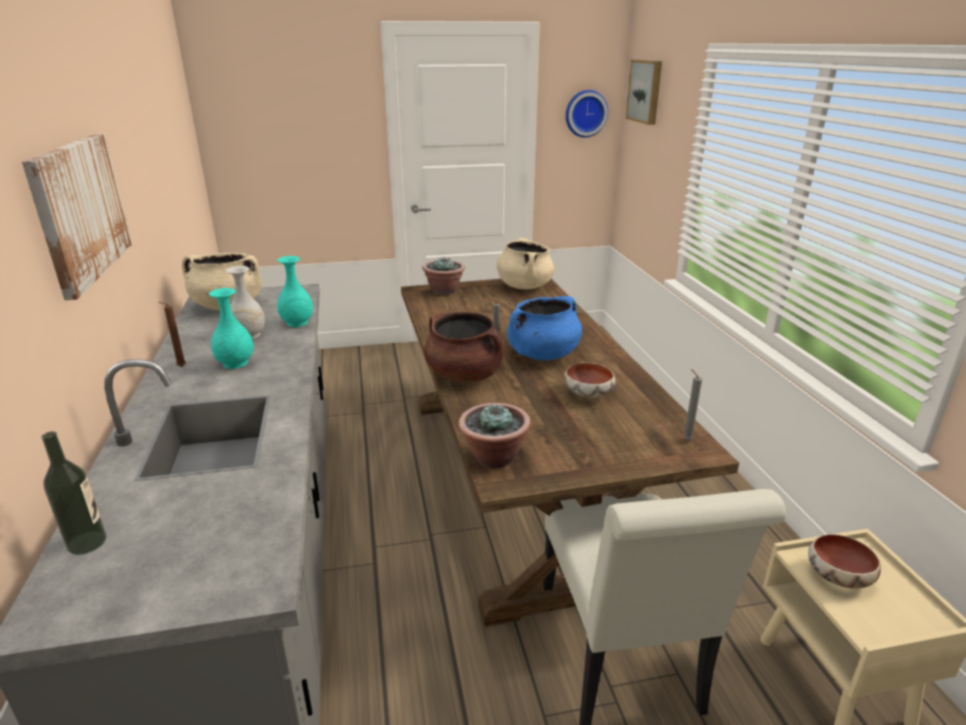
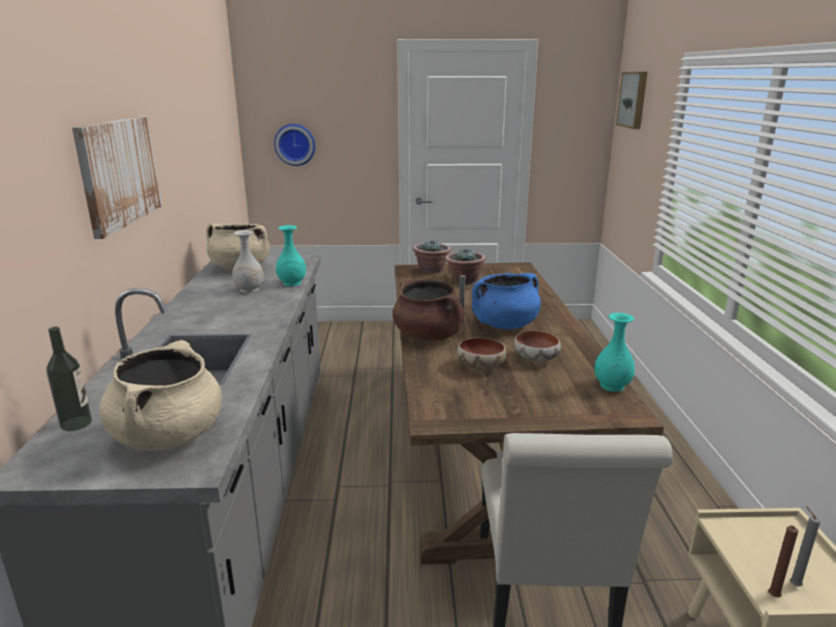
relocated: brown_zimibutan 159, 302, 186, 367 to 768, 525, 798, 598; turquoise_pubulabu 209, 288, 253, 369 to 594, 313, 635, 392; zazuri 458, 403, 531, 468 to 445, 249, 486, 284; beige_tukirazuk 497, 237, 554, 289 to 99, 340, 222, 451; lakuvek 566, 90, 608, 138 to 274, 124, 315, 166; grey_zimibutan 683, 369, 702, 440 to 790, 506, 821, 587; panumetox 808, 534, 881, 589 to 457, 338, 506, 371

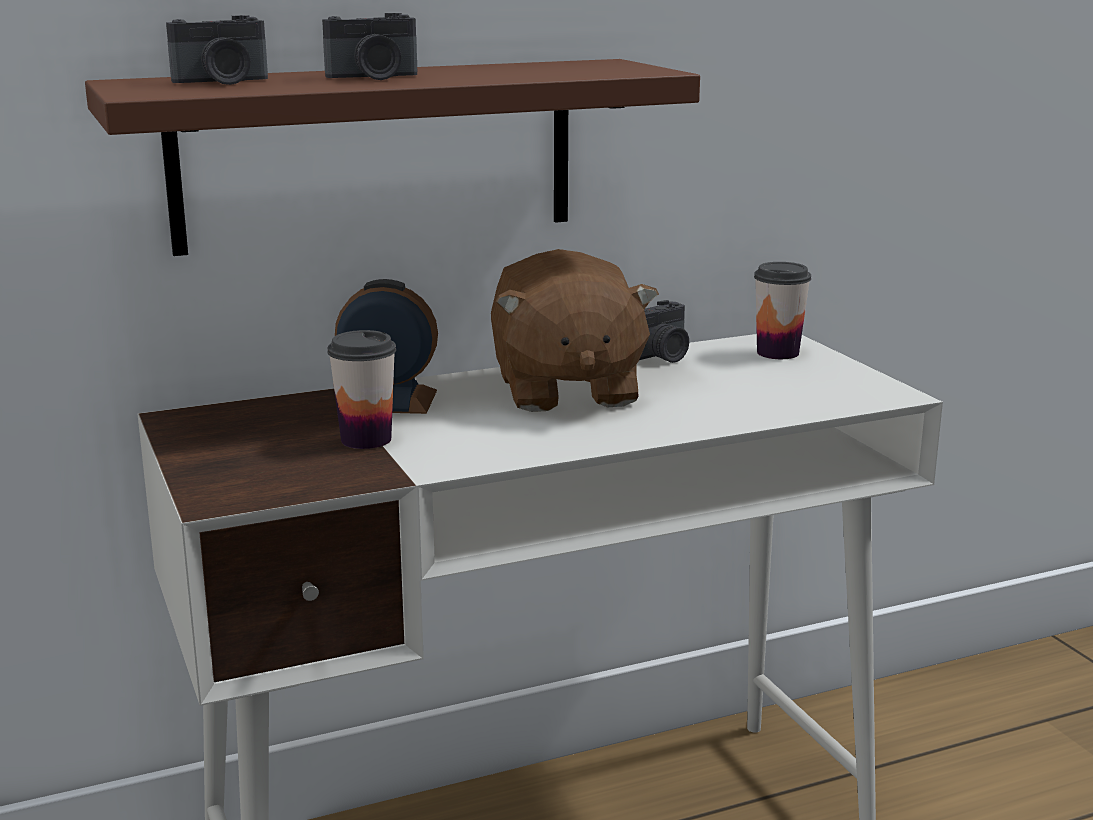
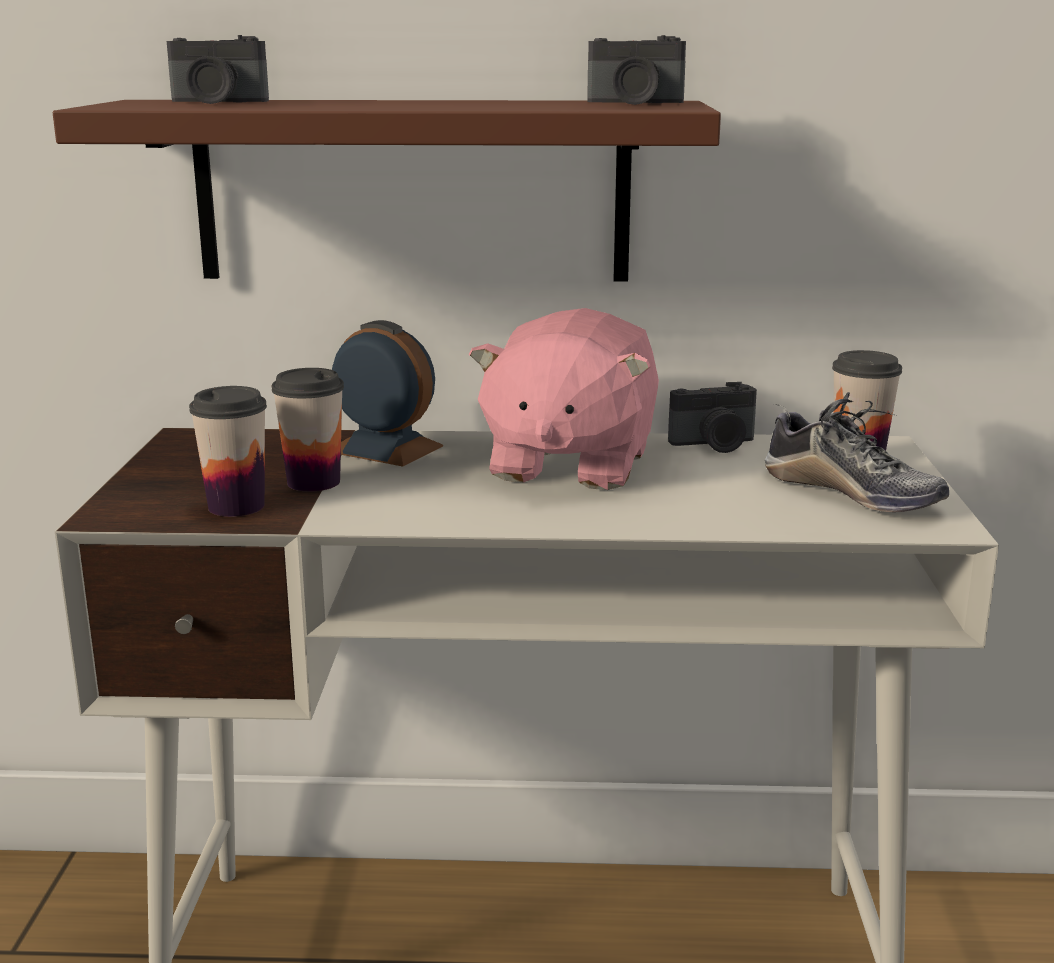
appeared: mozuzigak 189, 386, 267, 517; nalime 765, 392, 949, 512
relocated: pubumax 322, 13, 417, 80 to 587, 35, 686, 105
colour: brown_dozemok 491, 249, 659, 412 to pink_dozemok 469, 308, 659, 490

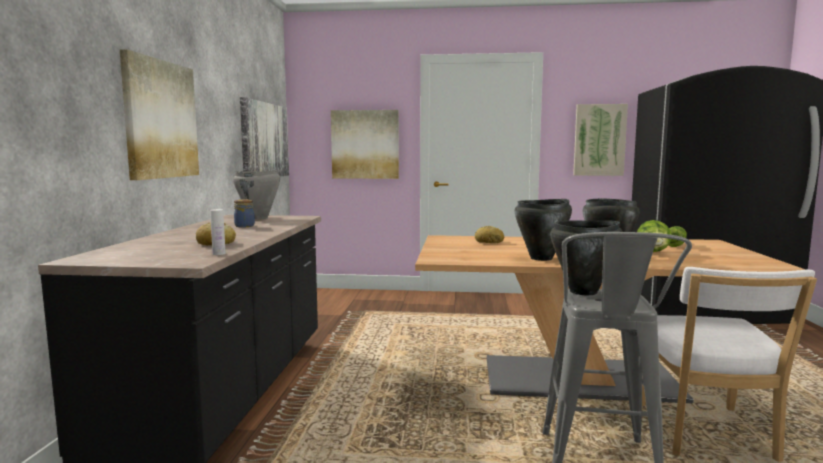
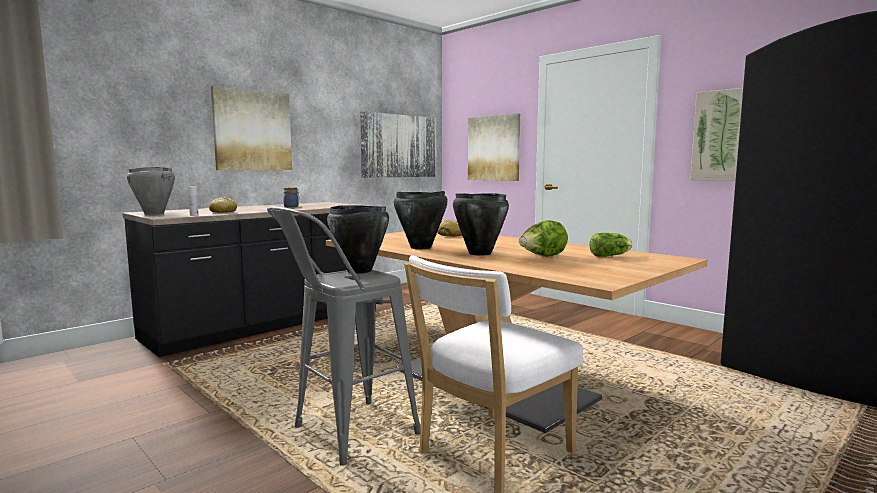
relocated: grey_tukirazuk 233, 170, 280, 219 to 127, 167, 175, 215

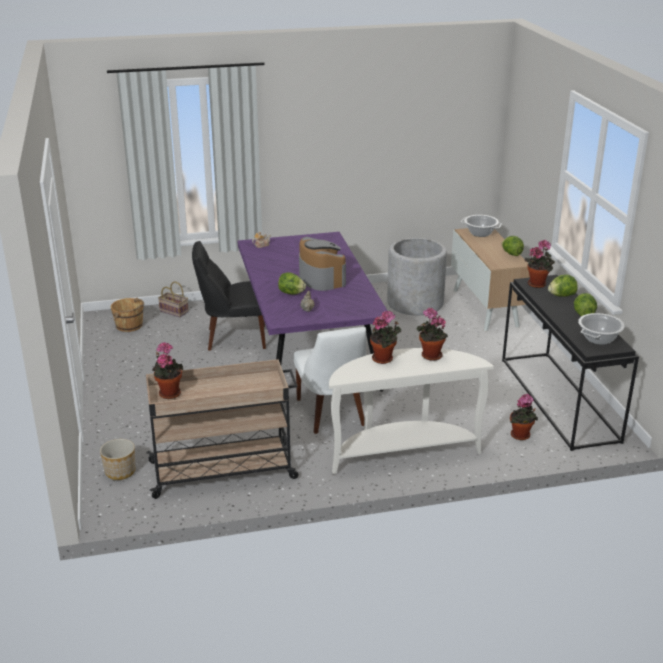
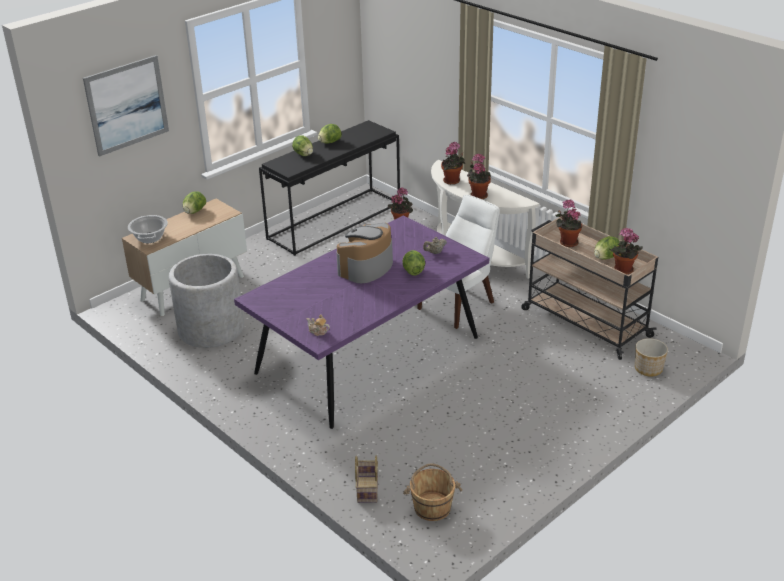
missing: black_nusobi 192, 241, 266, 351; tukirazuk 578, 313, 625, 345
appeared: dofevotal 83, 55, 169, 157; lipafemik 594, 236, 620, 260
relocated: zazuri 525, 240, 555, 288 to 555, 199, 582, 247

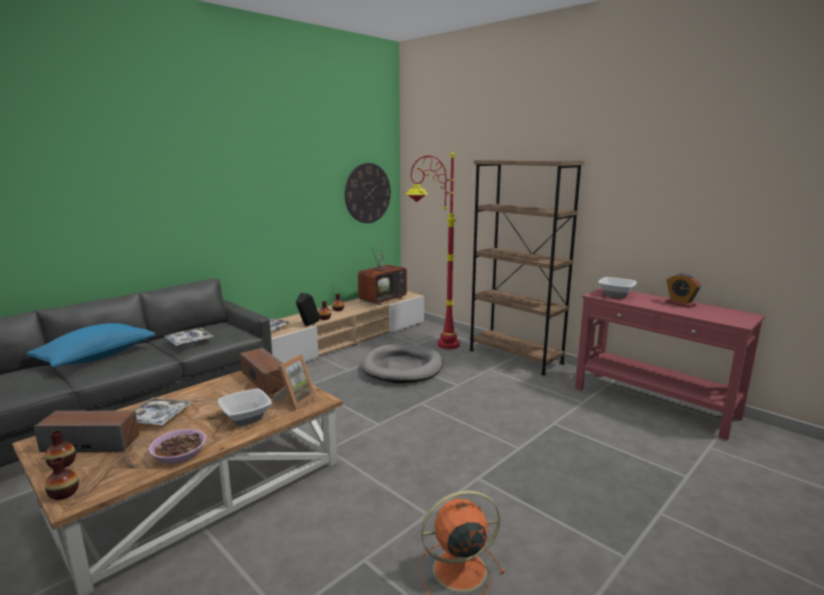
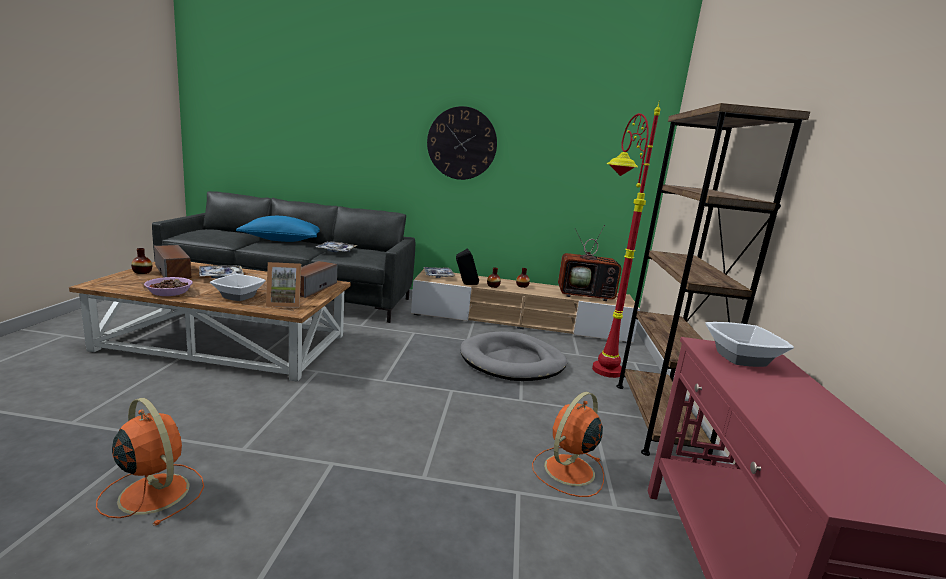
missing: pubulabu 45, 457, 79, 500; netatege 666, 273, 702, 308
appeared: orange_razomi 532, 392, 604, 497
relocated: lakuvek 345, 163, 391, 223 to 427, 106, 497, 180

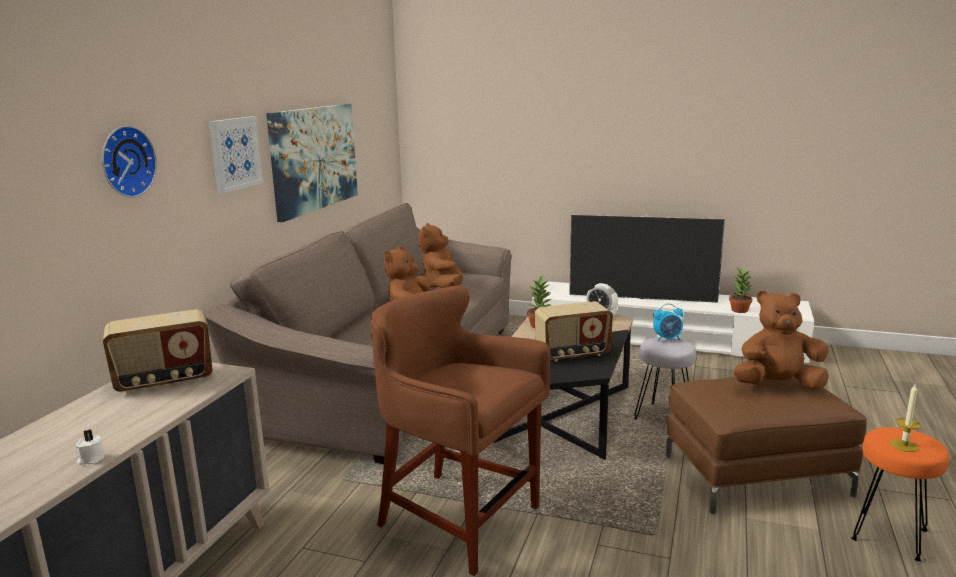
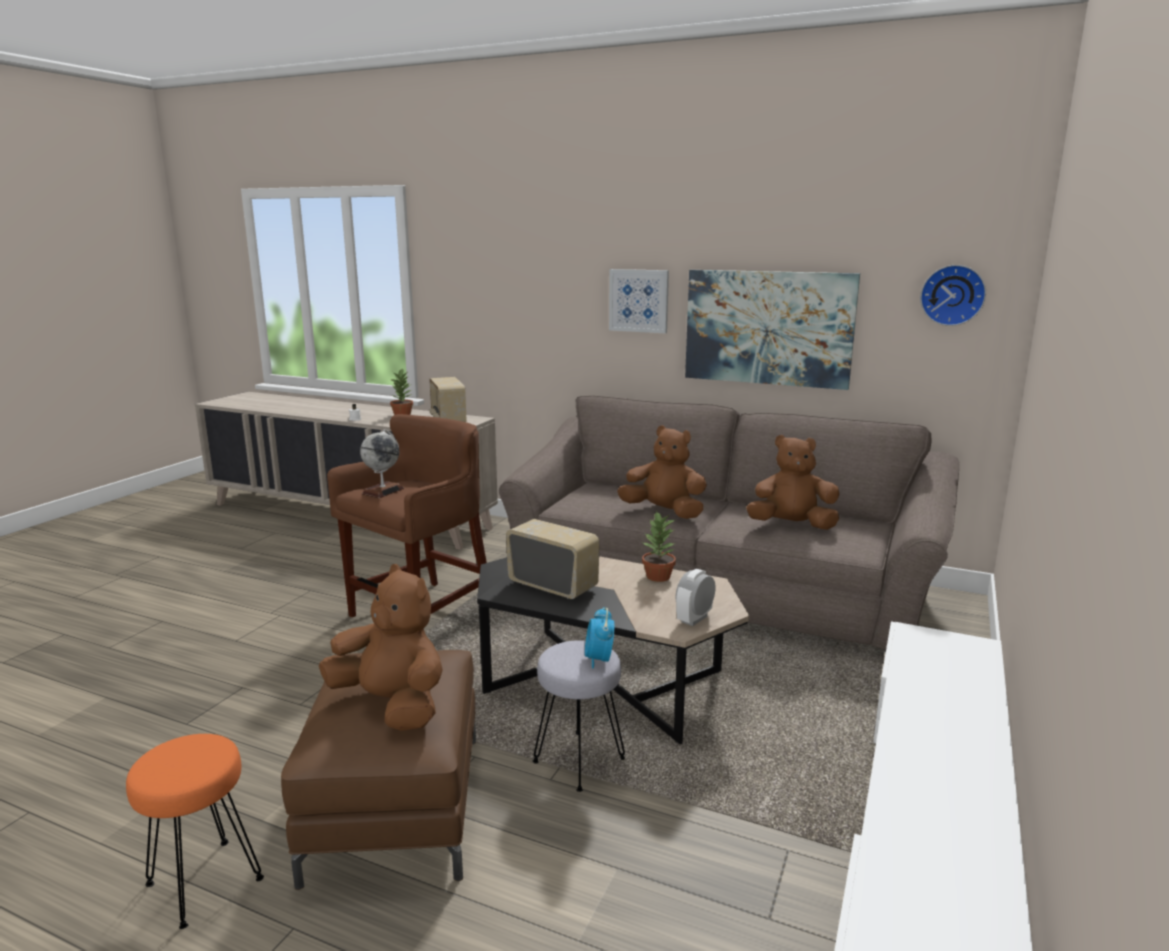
missing: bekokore 569, 215, 725, 303; zimibutan 890, 383, 921, 452
appeared: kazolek 360, 429, 404, 498
relocated: lakuvek 102, 126, 157, 198 to 920, 265, 986, 326; zazuri 729, 268, 753, 313 to 390, 368, 413, 415
spun: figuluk 535, 301, 613, 362 = 506, 519, 600, 599 135 degrees clockwise; brown_dozemok 734, 291, 829, 390 = 319, 564, 443, 731 60 degrees counterclockwise

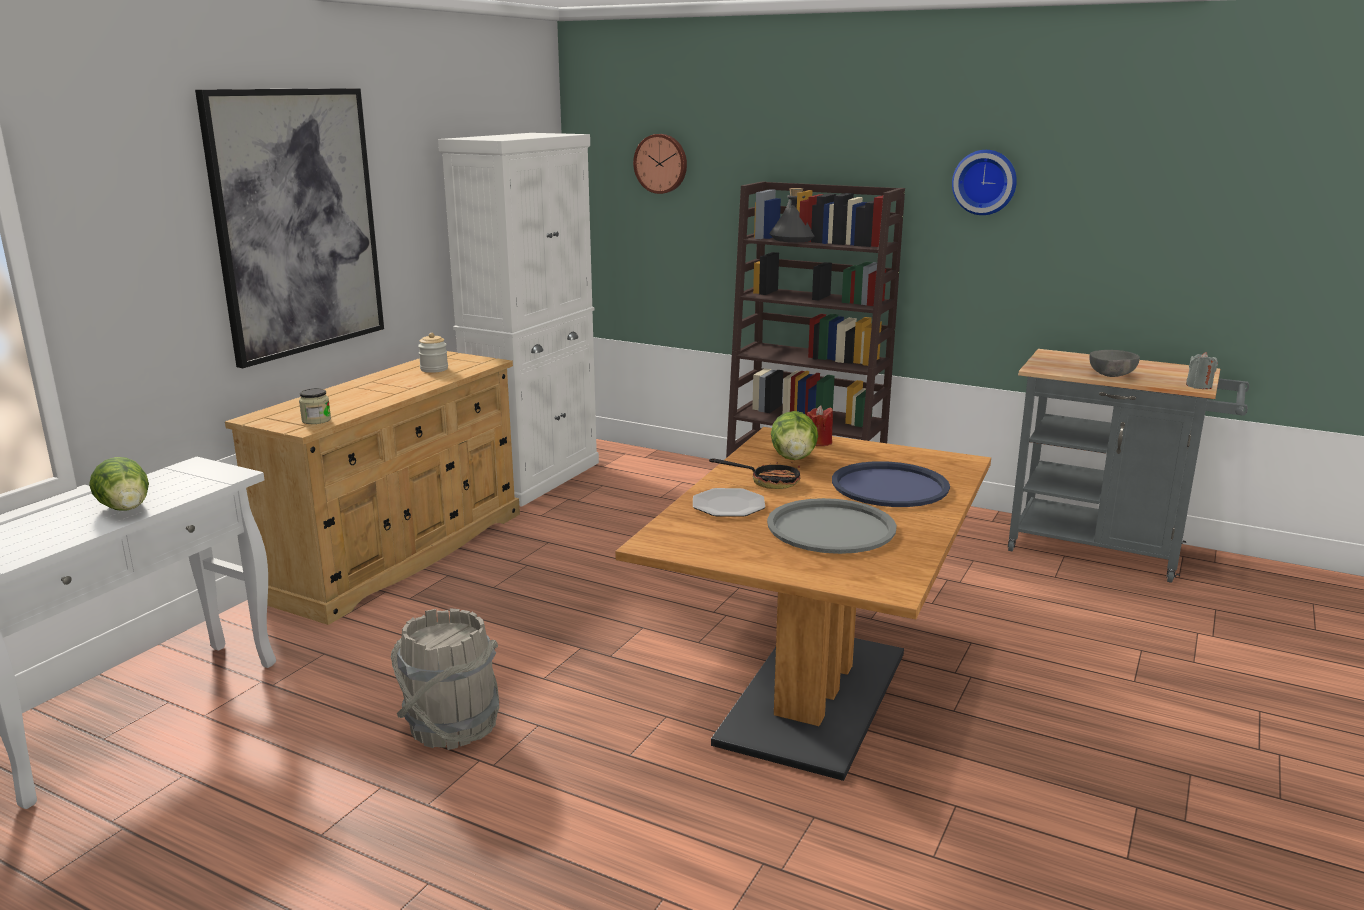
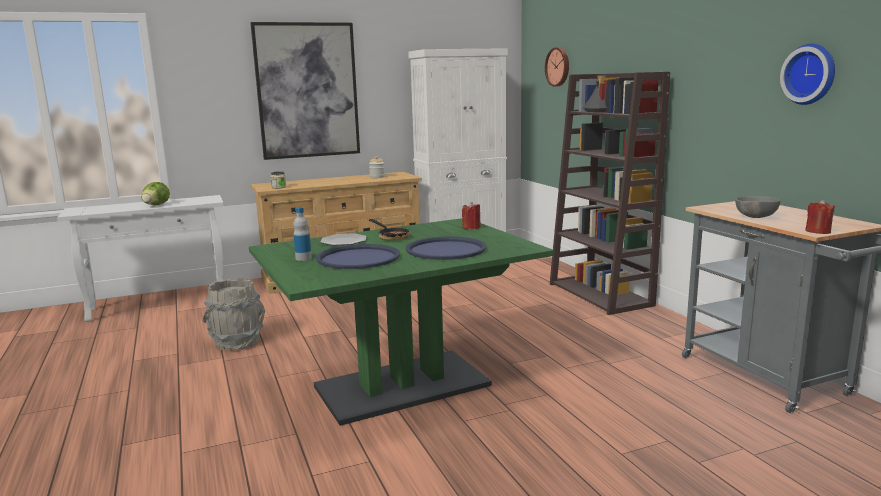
missing: lipafemik 771, 411, 818, 460
appeared: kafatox 293, 207, 312, 261
relocated: lakuvek 952, 150, 1017, 215 to 780, 44, 835, 105
colour: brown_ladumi 615, 427, 991, 781 to green_ladumi 249, 218, 554, 426; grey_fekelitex 767, 498, 897, 554 to blue_fekelitex 316, 244, 400, 269; grey_zimibutan 1186, 352, 1218, 389 to red_zimibutan 805, 199, 835, 234

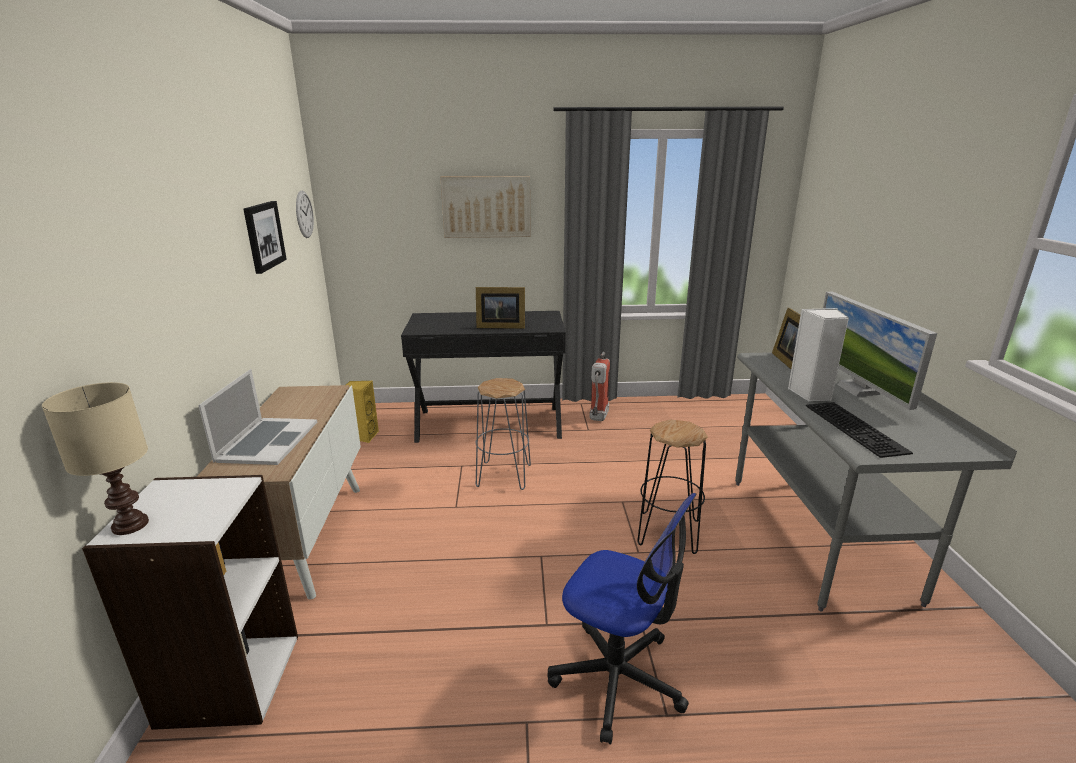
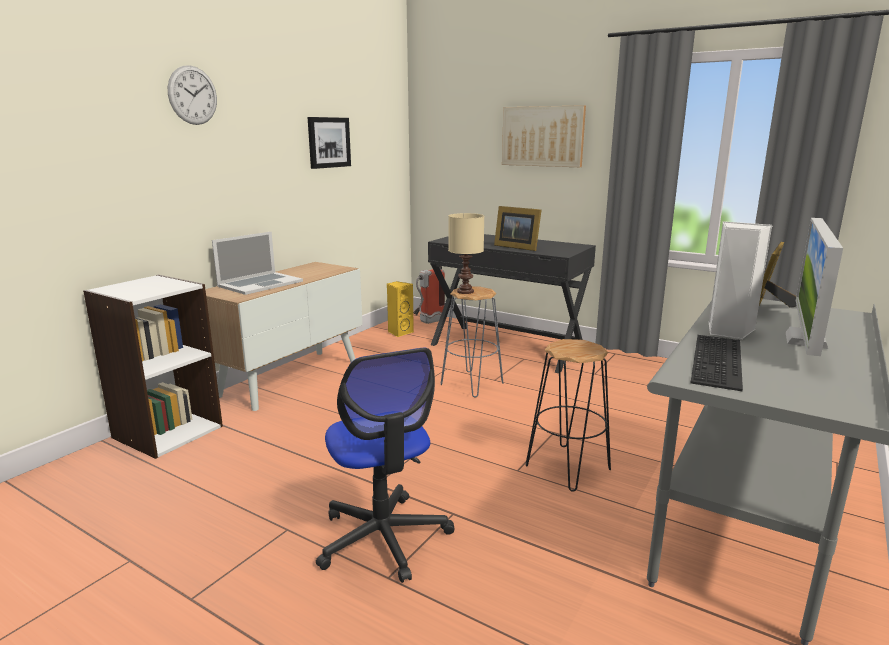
relocated: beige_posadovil 42, 382, 149, 535 to 448, 213, 484, 294; lakuvek 296, 190, 314, 238 to 168, 65, 217, 125; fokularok 590, 352, 610, 421 to 413, 266, 445, 324

